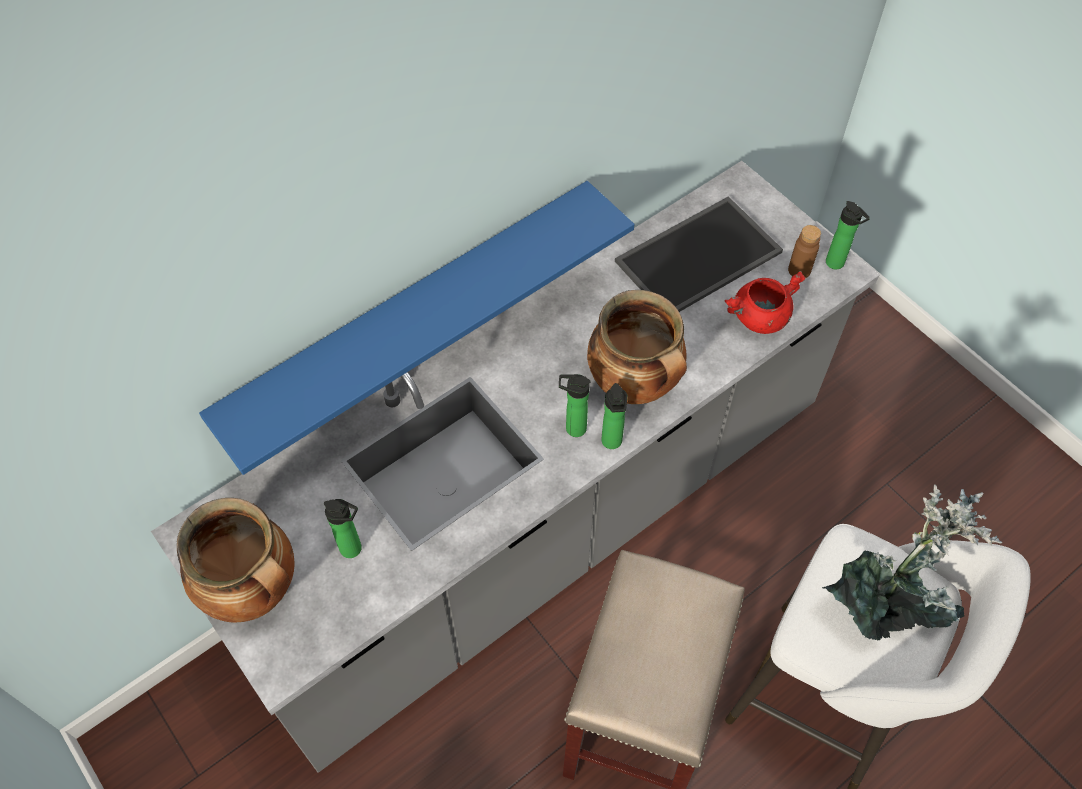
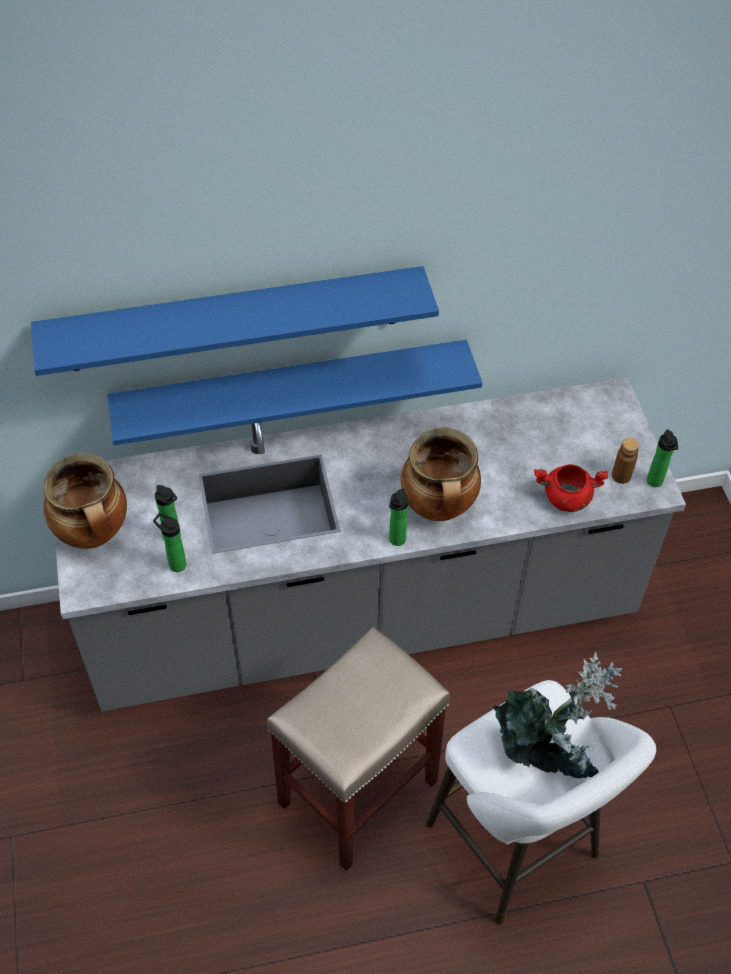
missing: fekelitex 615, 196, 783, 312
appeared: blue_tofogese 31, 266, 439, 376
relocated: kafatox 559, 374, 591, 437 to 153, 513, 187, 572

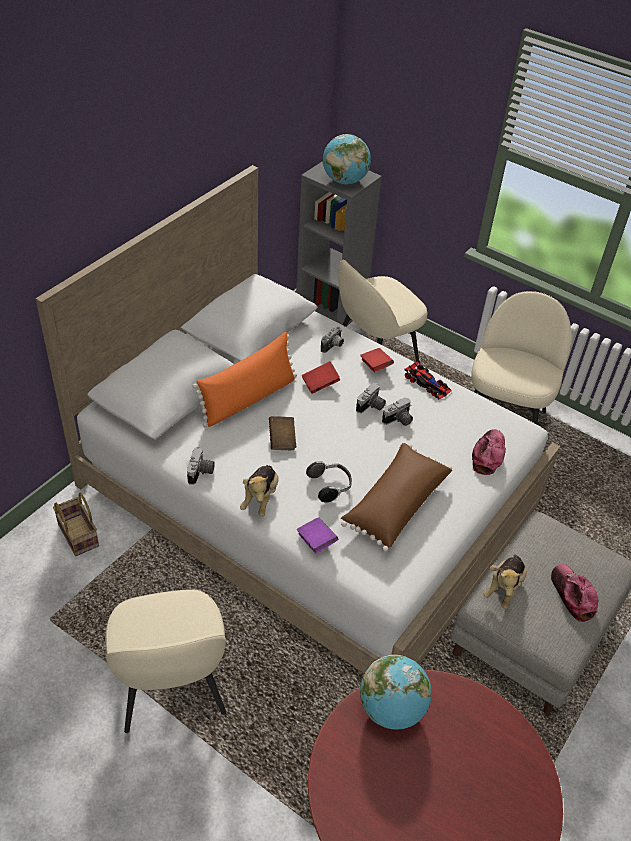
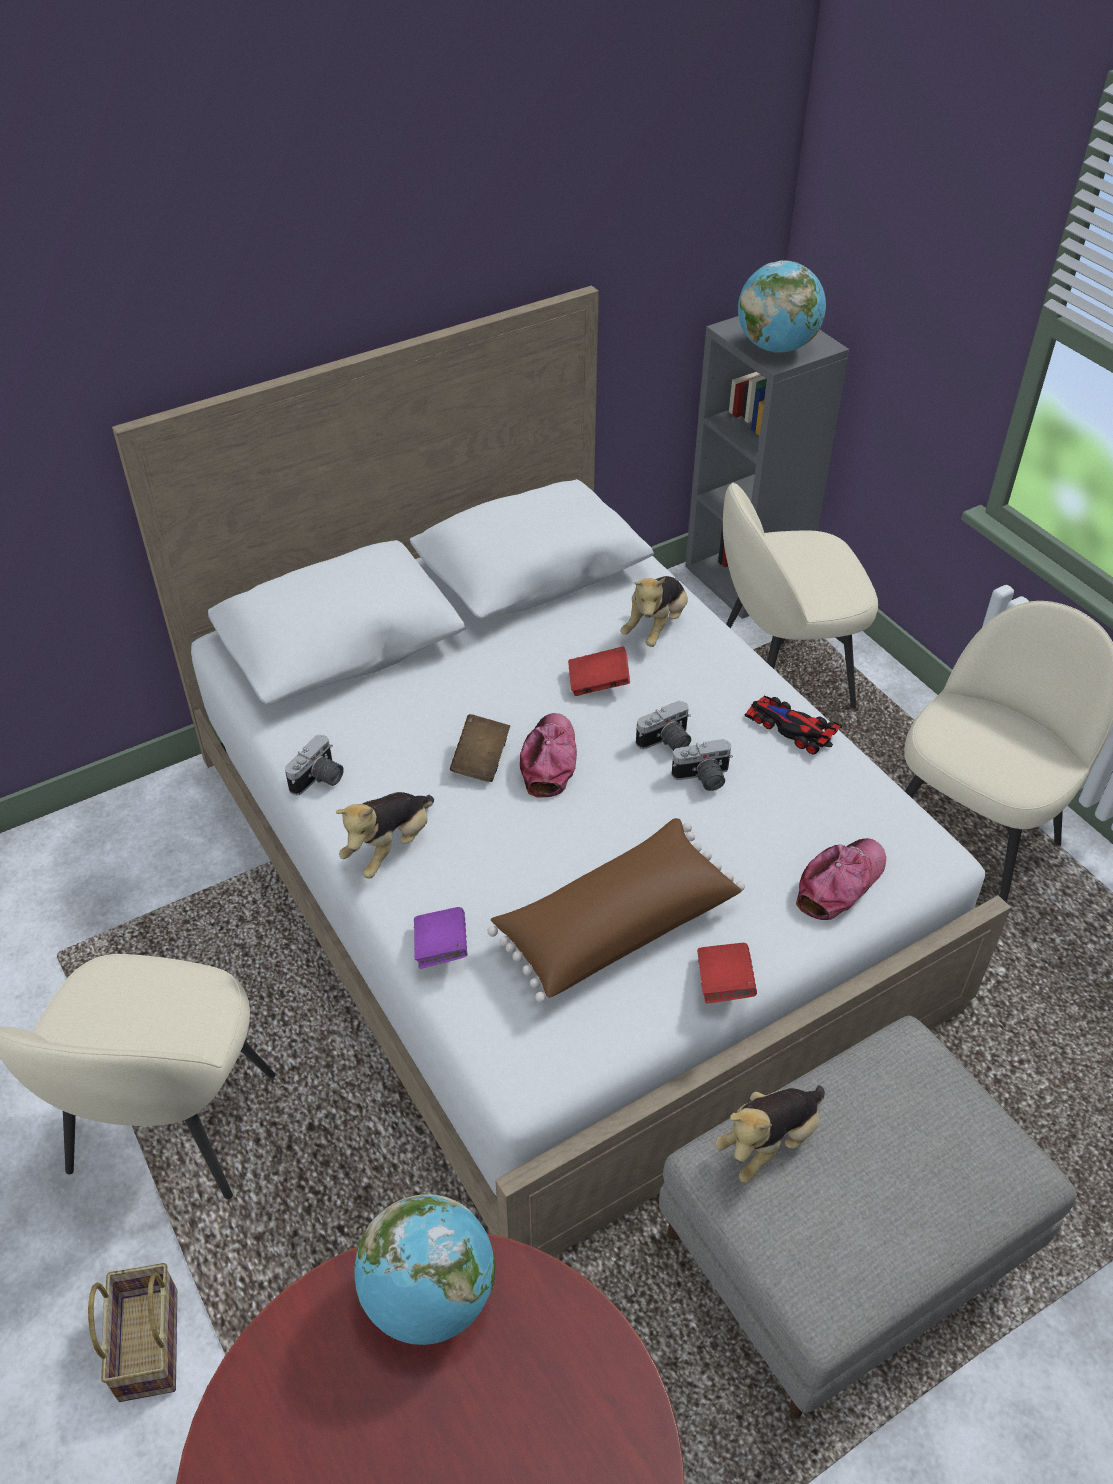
missing: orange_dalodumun 192, 332, 297, 427; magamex 306, 461, 352, 503
relocated: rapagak 53, 493, 99, 556 to 88, 1263, 177, 1402; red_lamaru 360, 348, 394, 372 to 697, 943, 757, 1003; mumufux 551, 564, 599, 622 to 520, 713, 577, 797
exchanged: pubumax 321, 326, 344, 353 to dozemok 620, 576, 688, 647
spun: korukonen 404, 361, 451, 399 = 745, 696, 843, 755 150 degrees clockwise

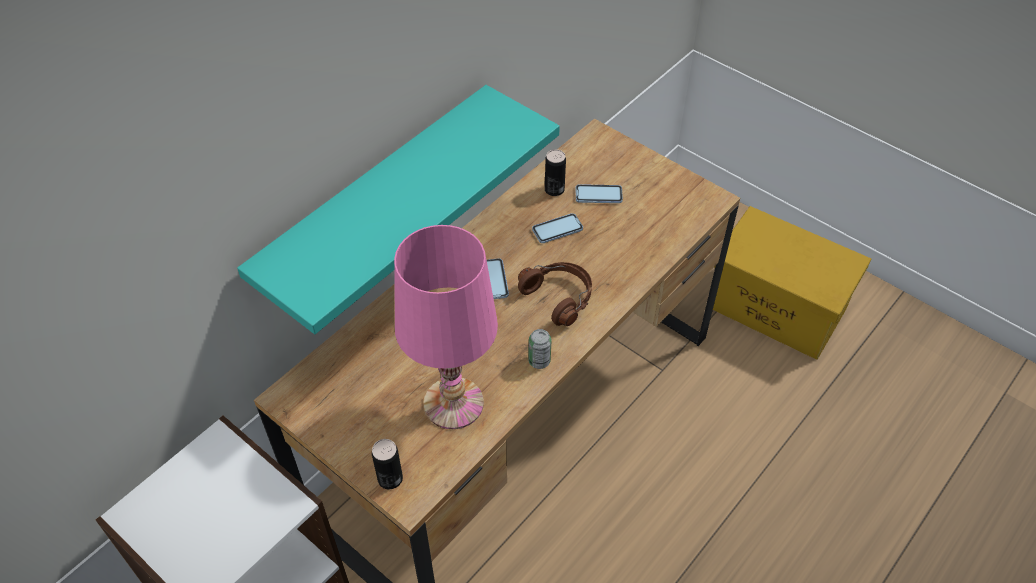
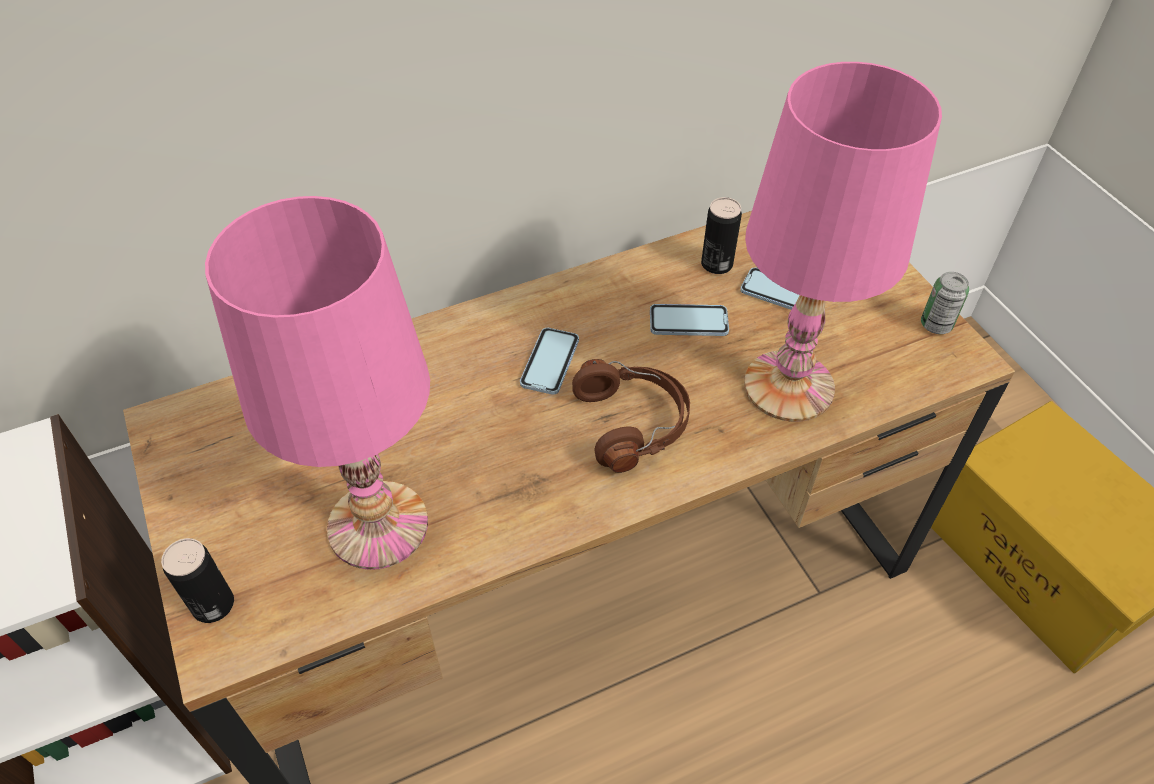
missing: turquoise_tofogese 237, 85, 560, 334
appeared: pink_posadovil 744, 62, 942, 422
relocated: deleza 528, 329, 551, 369 to 921, 272, 969, 334

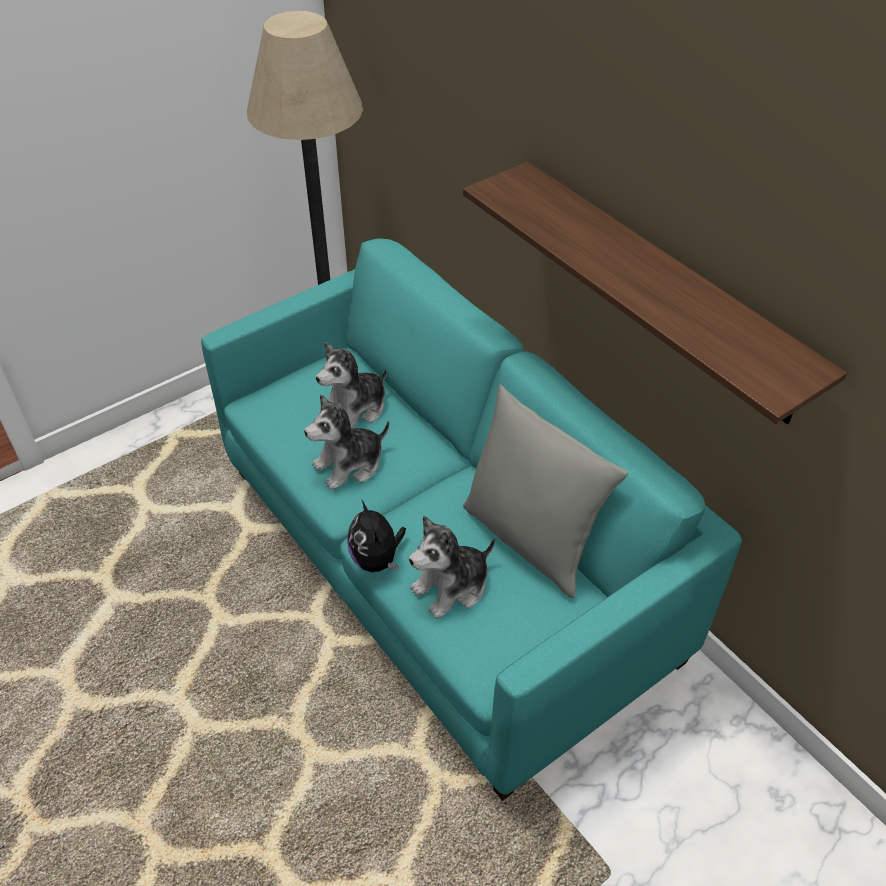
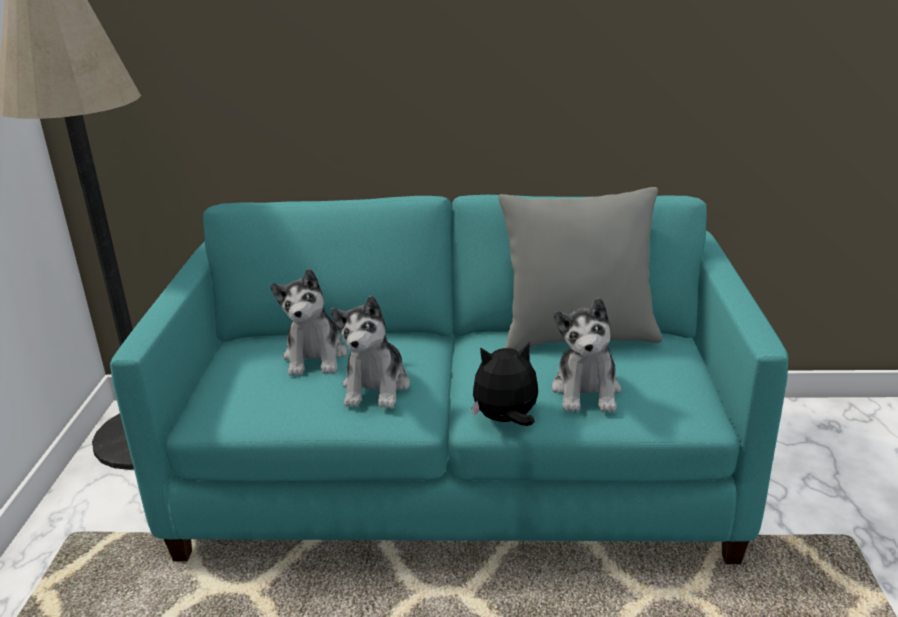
missing: tofogese 463, 162, 847, 424
spun: dozemok 347, 500, 406, 572 = 471, 342, 538, 426 150 degrees clockwise

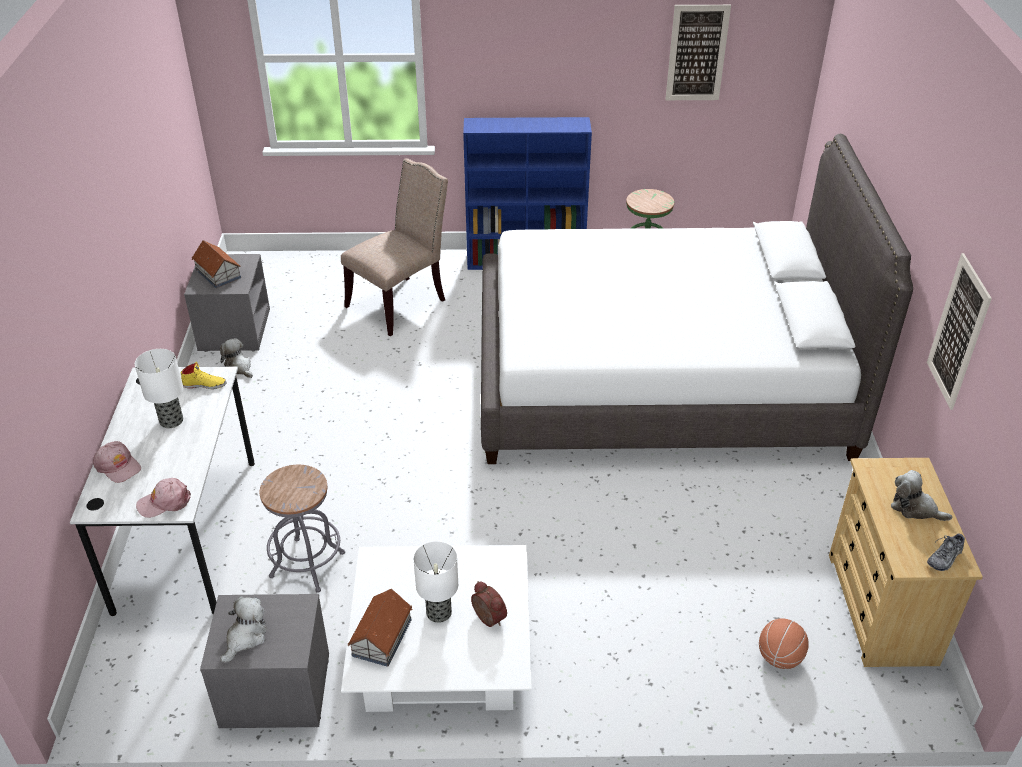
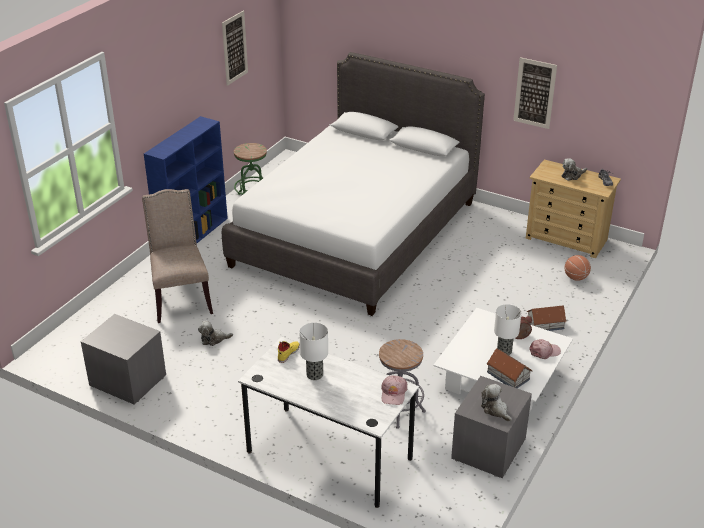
relocated: pink_mumufux 93, 441, 141, 483 to 529, 339, 561, 359; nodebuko 191, 240, 241, 288 to 527, 306, 566, 331; dozemok 220, 338, 253, 378 to 198, 321, 233, 346

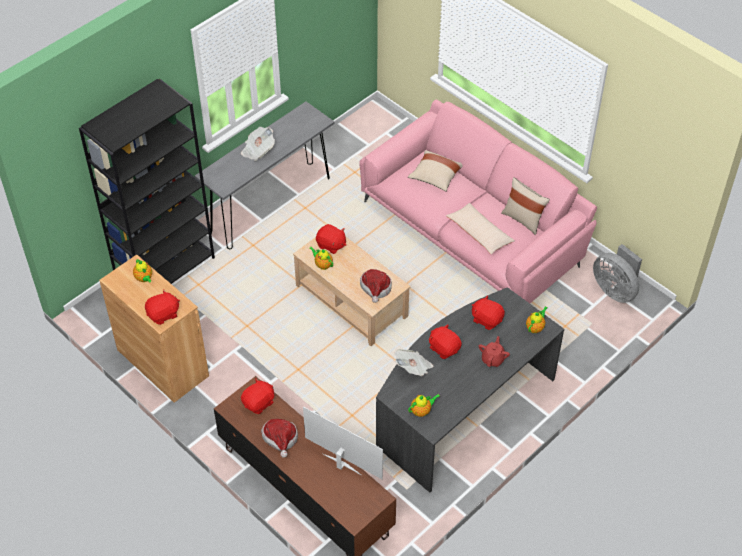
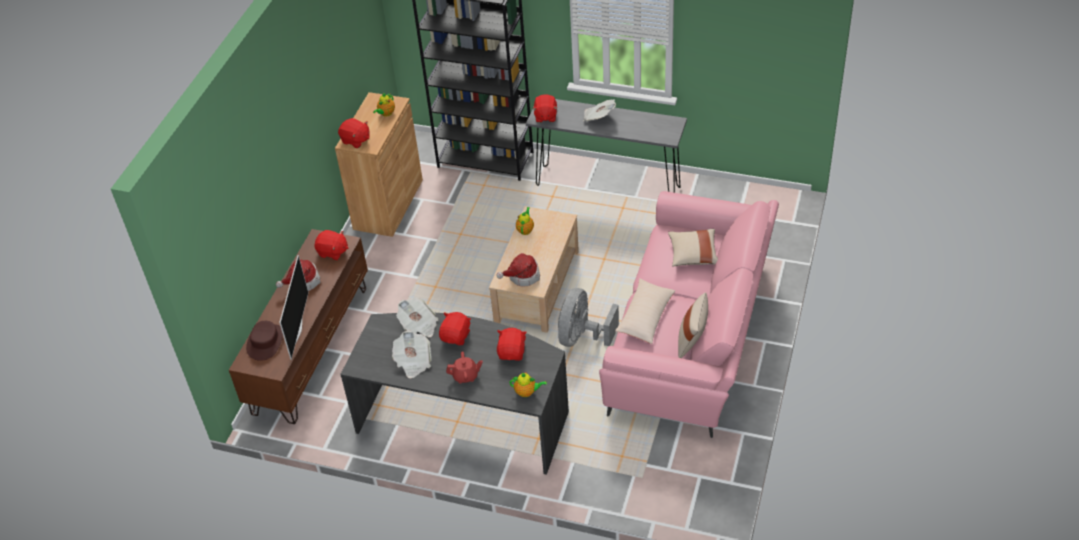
missing: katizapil 408, 394, 440, 417
appeared: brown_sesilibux 246, 321, 283, 361; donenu 392, 330, 431, 378
relocated: red_dozemok 316, 224, 346, 254 to 532, 94, 557, 123; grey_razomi 593, 244, 642, 303 to 558, 288, 619, 347

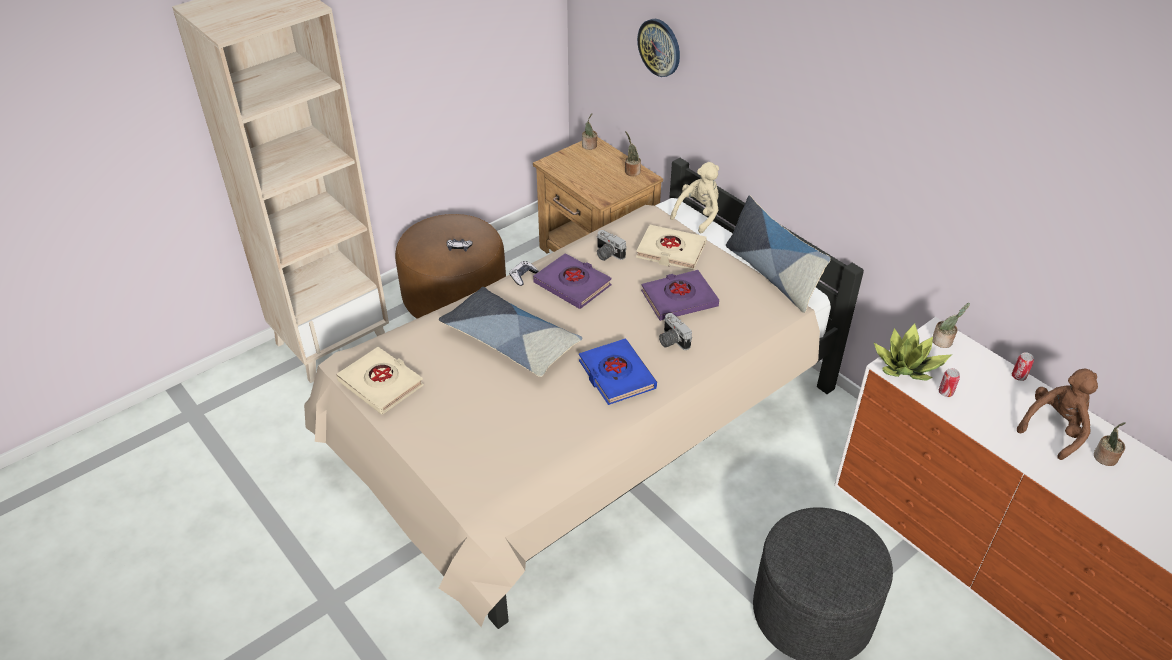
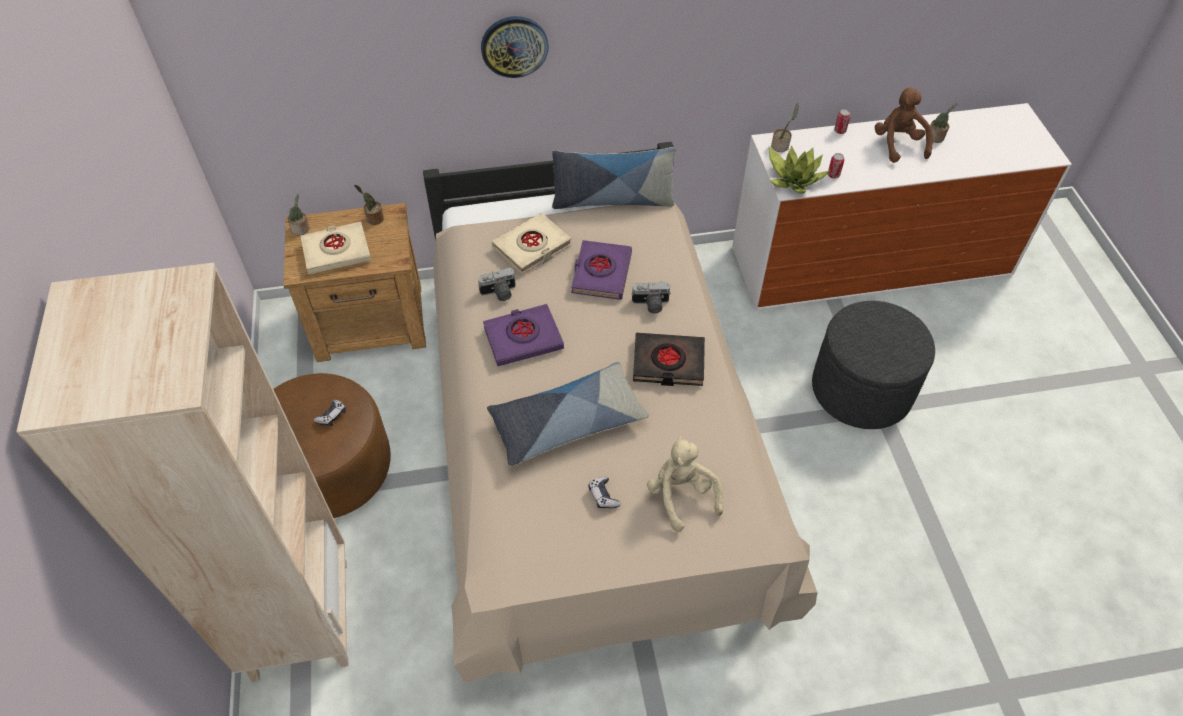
relocated: beige_lamaru 337, 347, 424, 414 to 301, 222, 371, 274; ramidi 509, 261, 538, 286 to 588, 477, 621, 508; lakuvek 637, 19, 680, 77 to 481, 16, 549, 78; beige_dozemok 670, 162, 719, 233 to 647, 436, 723, 532
colour: blue_lamaru 579, 339, 657, 405 to black_lamaru 633, 333, 705, 386

